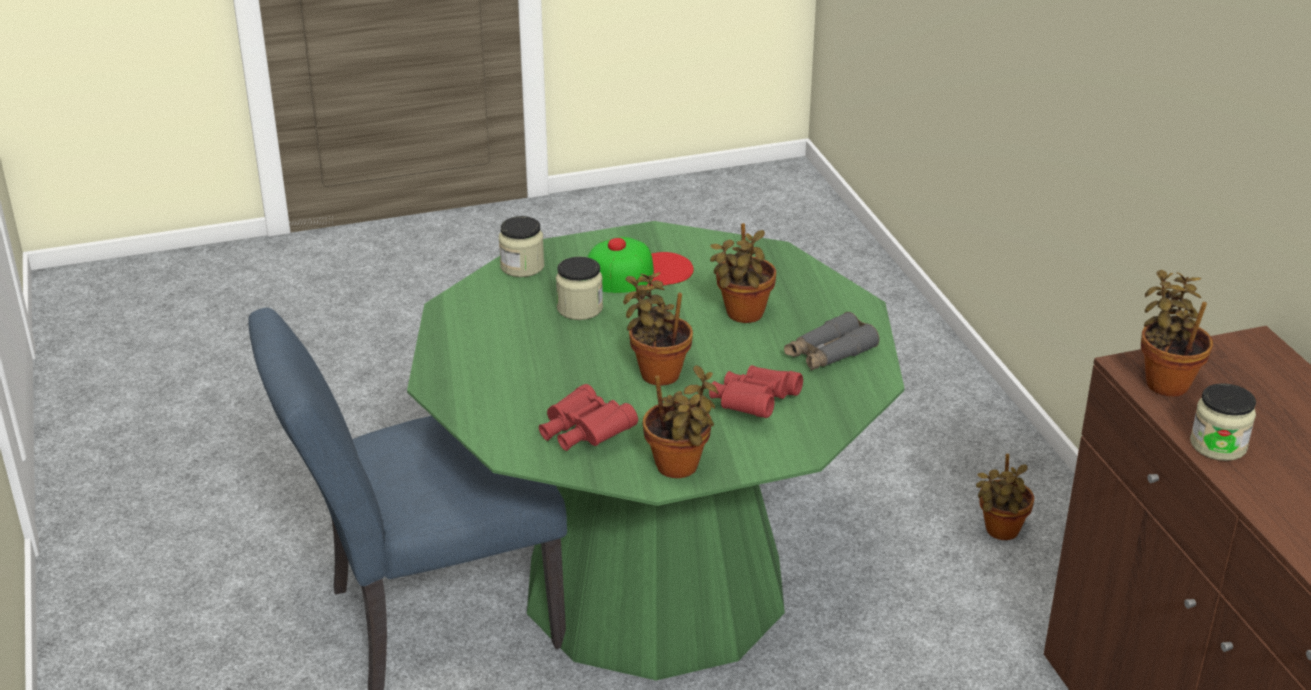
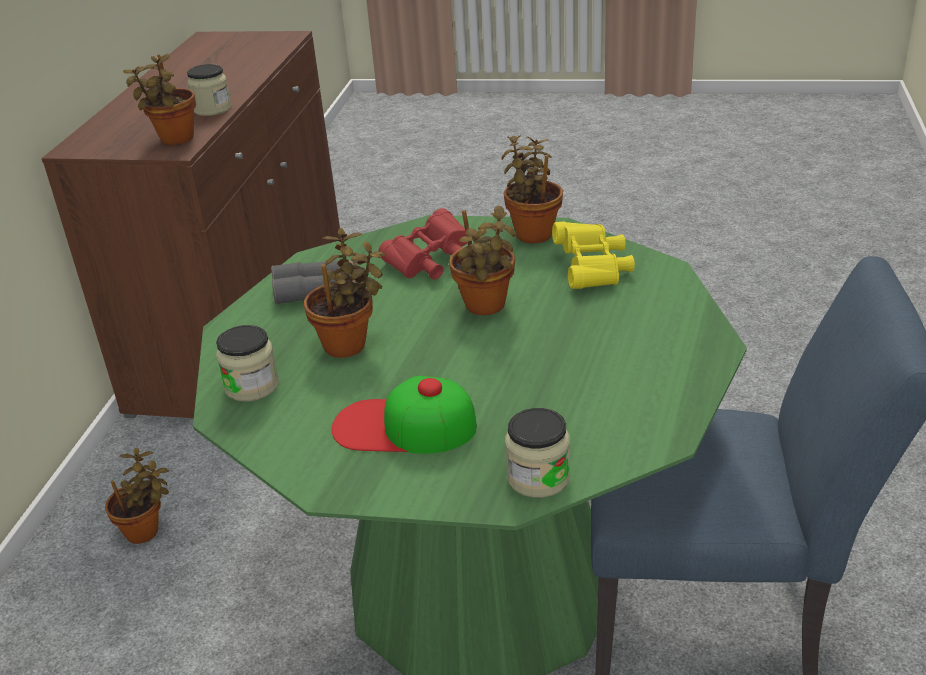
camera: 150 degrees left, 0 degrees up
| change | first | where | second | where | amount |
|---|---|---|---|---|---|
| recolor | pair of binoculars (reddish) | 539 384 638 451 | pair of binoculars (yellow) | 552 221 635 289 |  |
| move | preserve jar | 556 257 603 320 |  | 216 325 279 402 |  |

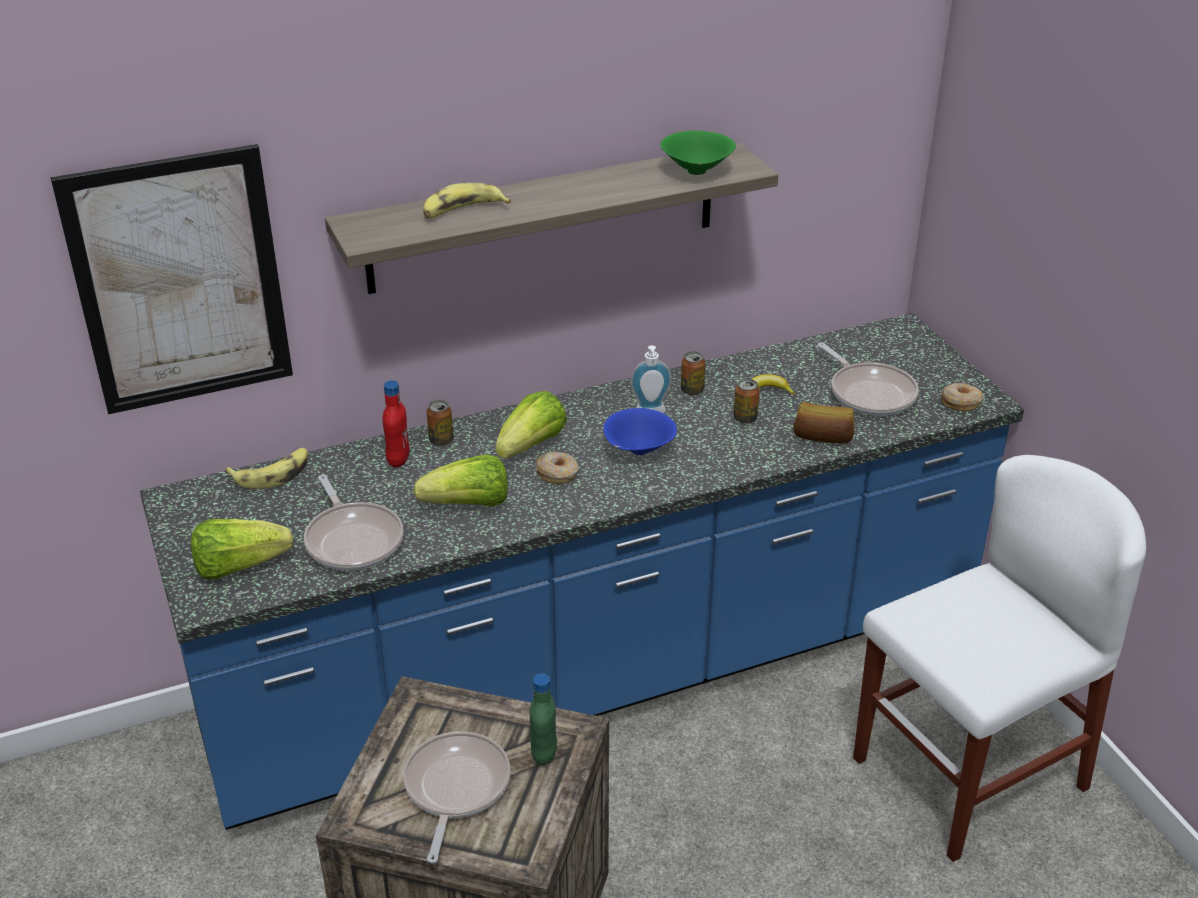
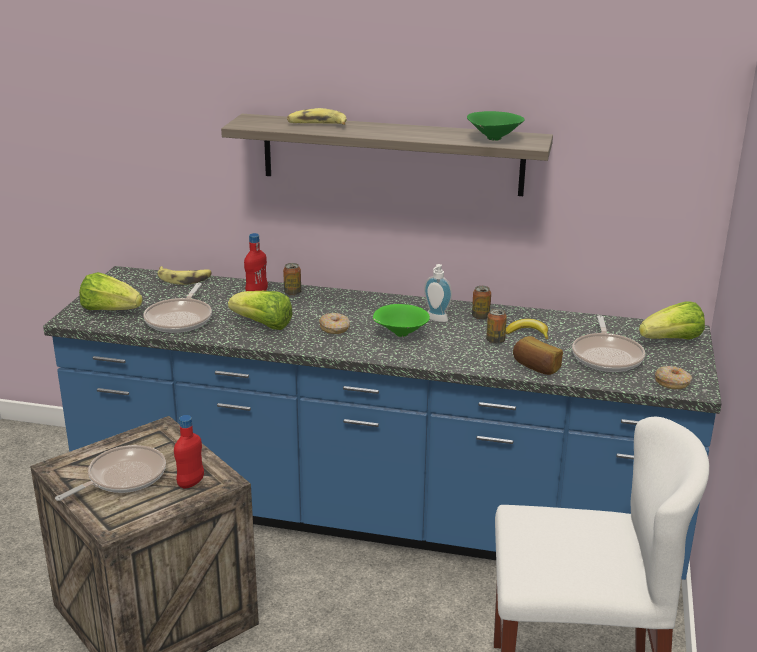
camera: 35 degrees right, 10 degrees down
| change | first | where | second | where | amount |
|---|---|---|---|---|---|
| delete | wall art | 50 144 293 414 |  |  |  |
| move | lettuce head | 495 391 567 459 |  | 639 302 705 340 |  |
| recolor | drink bottle (greenish) | 530 673 557 765 | drink bottle (reddish) | 174 415 204 489 |  |
| recolor | bowl (bluish) | 603 408 677 455 | bowl (greenish) | 373 304 430 337 |  |

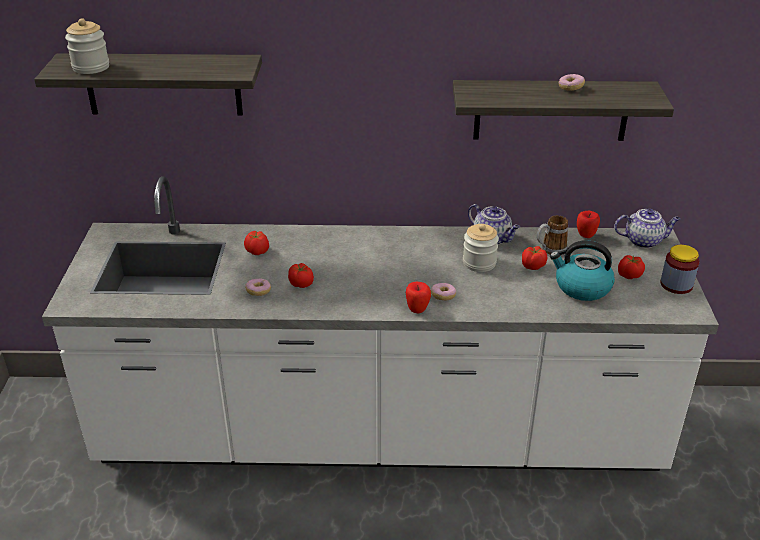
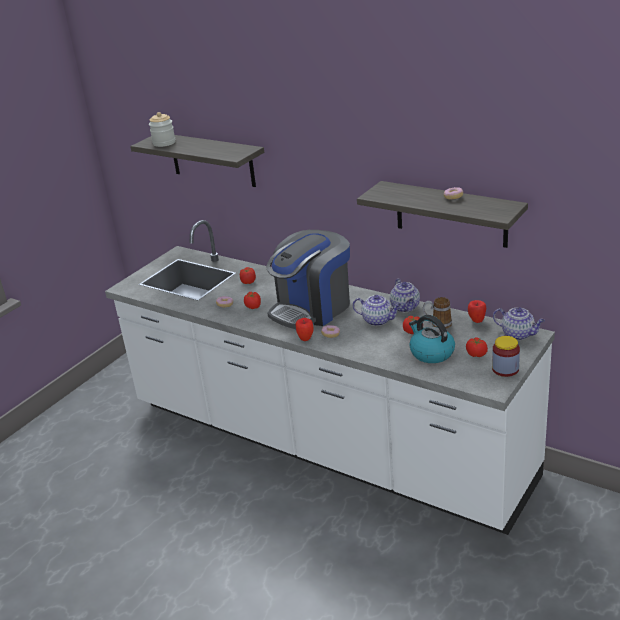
camera: 35 degrees right, 5 degrees down
| change | first | where | second | where | amount |
|---|---|---|---|---|---|
| replace | preserve jar | 463 224 499 272 | pot for tea | 353 295 401 326 |  |
| insert |  |  | coffee maker | 266 230 350 329 |  |

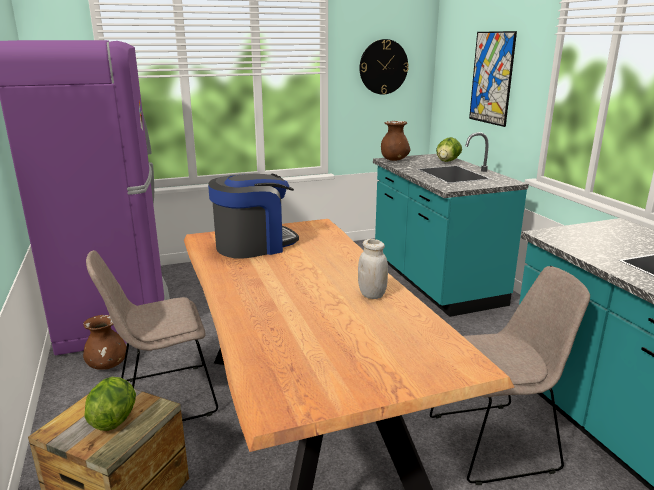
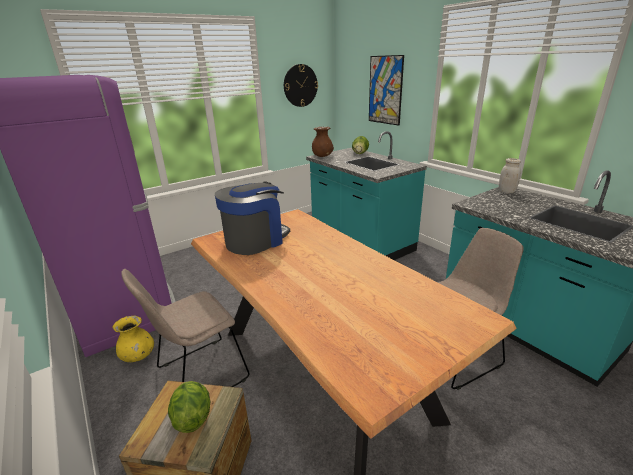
camera: 15 degrees left, 5 degrees up
| change | first | where | second | where | amount |
|---|---|---|---|---|---|
| recolor | decorative vase (brown-coloured) | 83 315 127 370 | decorative vase (yellow) | 113 316 154 362 |  |
| move | preserve jar (white-coloured) | 358 239 388 299 |  | 499 158 521 193 |  |

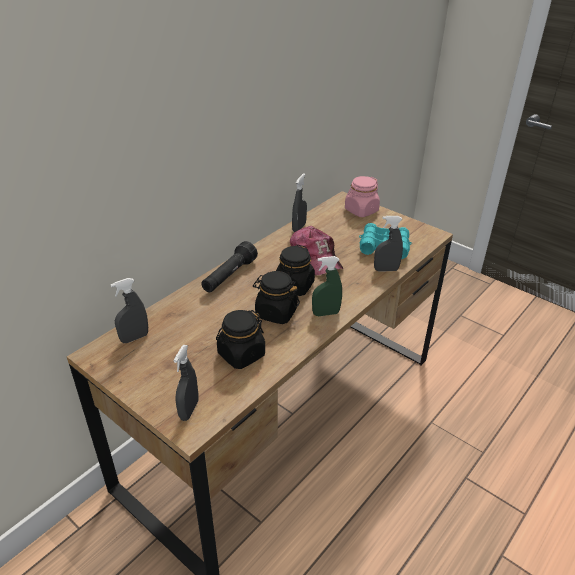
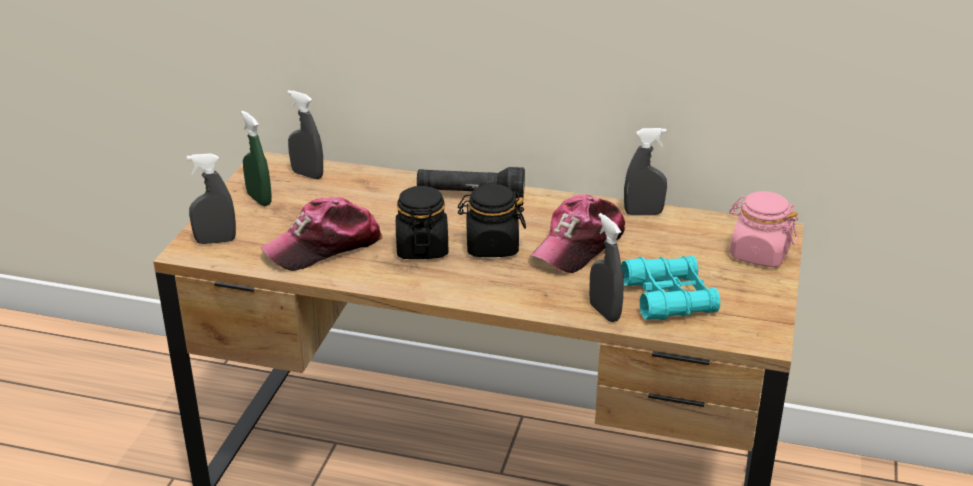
camera: 65 degrees right, 5 degrees down
| change | first | where | second | where | amount |
|---|---|---|---|---|---|
| replace | preserve jar (blackish) | 216 310 265 369 | cap | 261 197 382 271 |  |
| move | hand sprayer (greenish) | 312 256 342 316 |  | 241 111 272 206 |  |

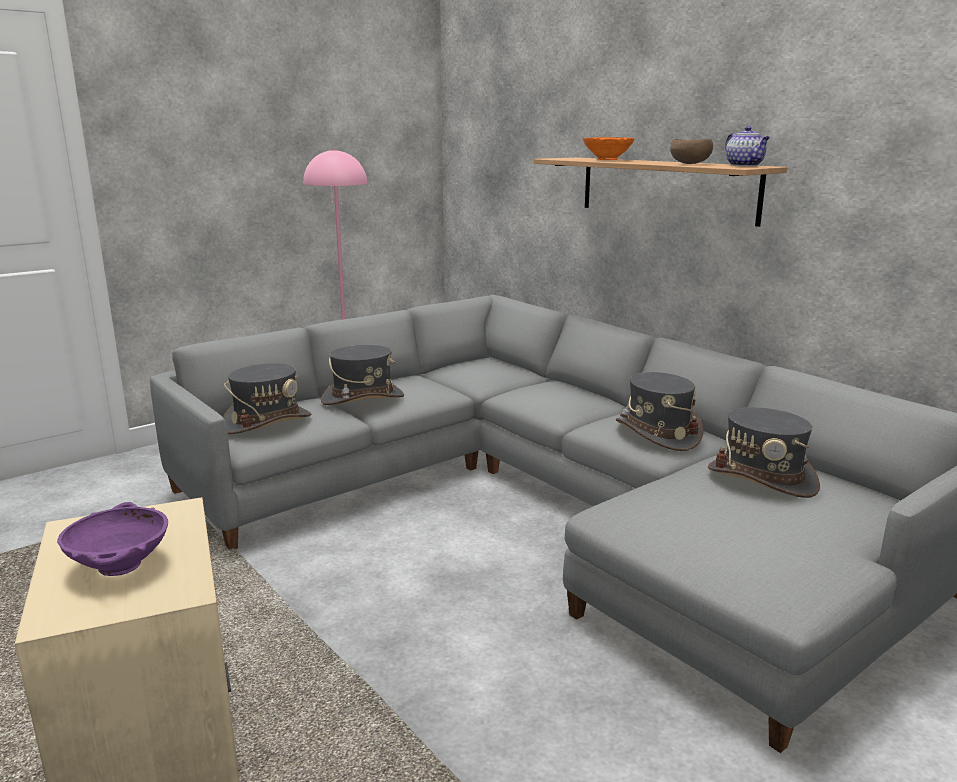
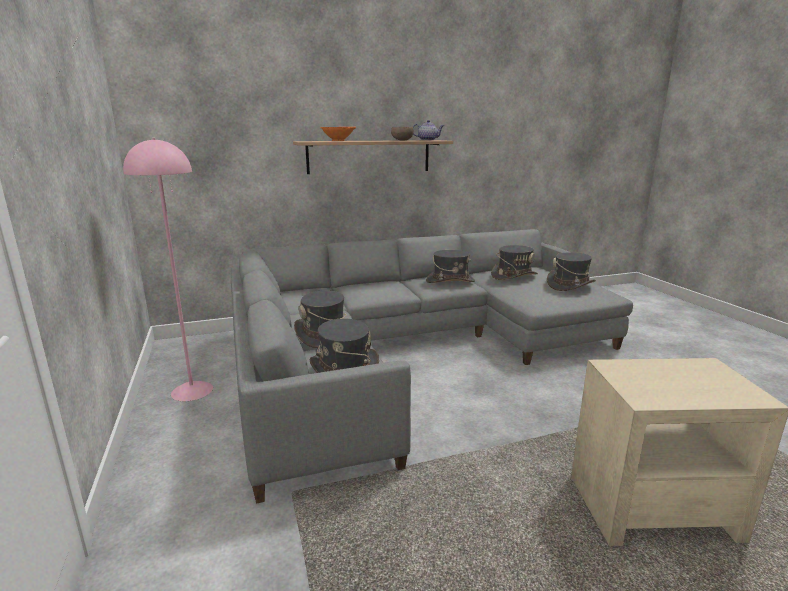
camera: 70 degrees left, 0 degrees up
| change | first | where | second | where | amount |
|---|---|---|---|---|---|
| delete | bowl (purplish) | 57 502 168 576 |  |  |  |
| insert |  |  | hat (gray) | 547 252 596 291 |  |

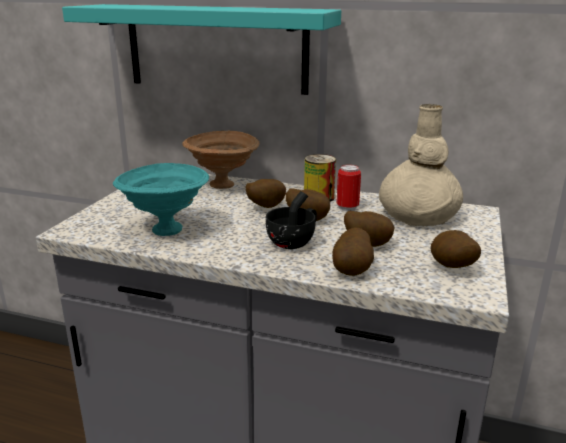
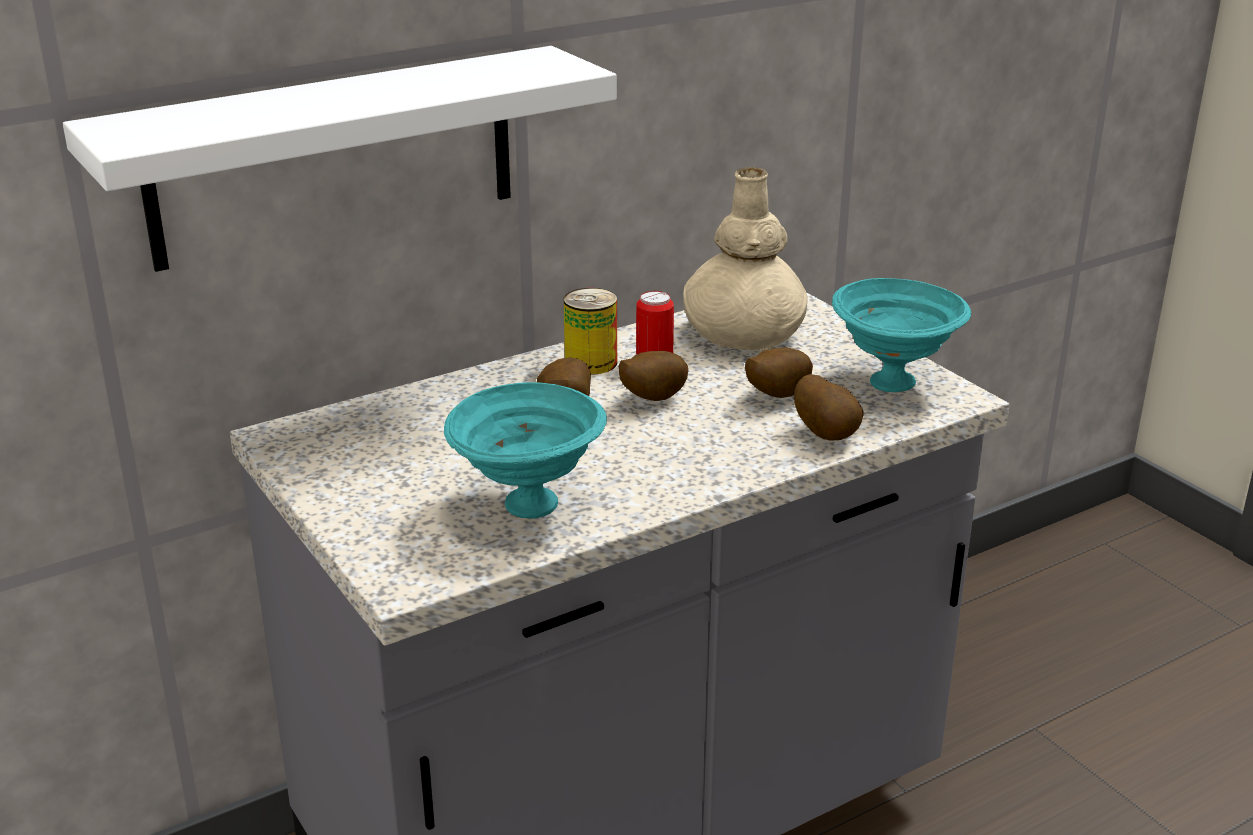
camera: 50 degrees left, 5 degrees up
| change | first | where | second | where | amount |
|---|---|---|---|---|---|
| recolor | bracket shelf (blue-green) | 62 4 341 95 | bracket shelf (white-coloured) | 63 46 617 272 |  |
| delete | bowl (brown-coloured) | 182 131 259 189 |  |  |  |
| delete | small cup (blackish) | 266 191 317 249 |  |  |  |
| replace | potato | 431 230 481 268 | bowl (blue-green) | 832 278 971 392 |  |

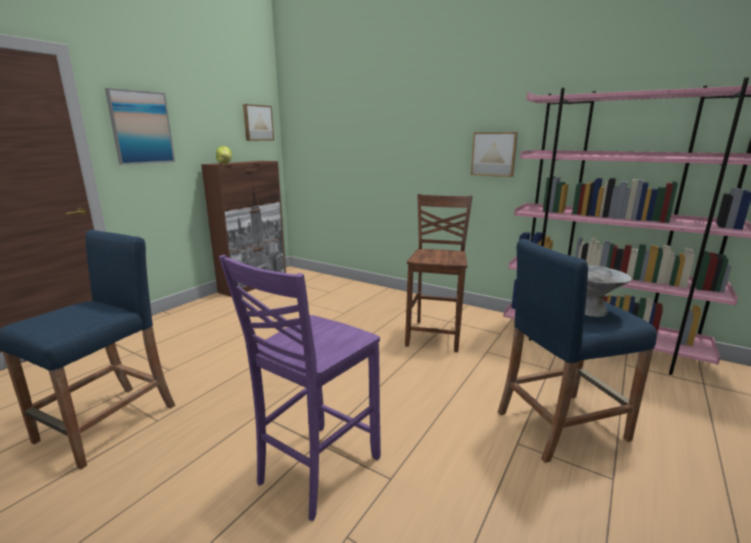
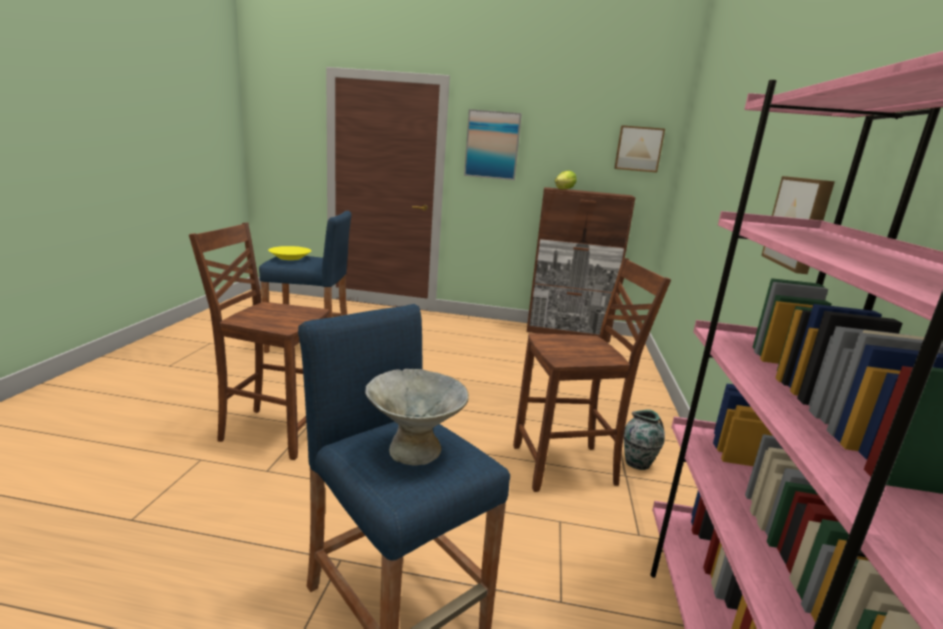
camera: 65 degrees right, 0 degrees up
| change | first | where | second | where | amount |
|---|---|---|---|---|---|
| recolor | upright chair (purplish) | 219 255 381 521 | upright chair (brown-coloured) | 189 223 329 460 |  |
| insert |  |  | bowl (yellow) | 268 246 311 260 |  |
| insert |  |  | decorative vase | 624 409 665 470 |  |

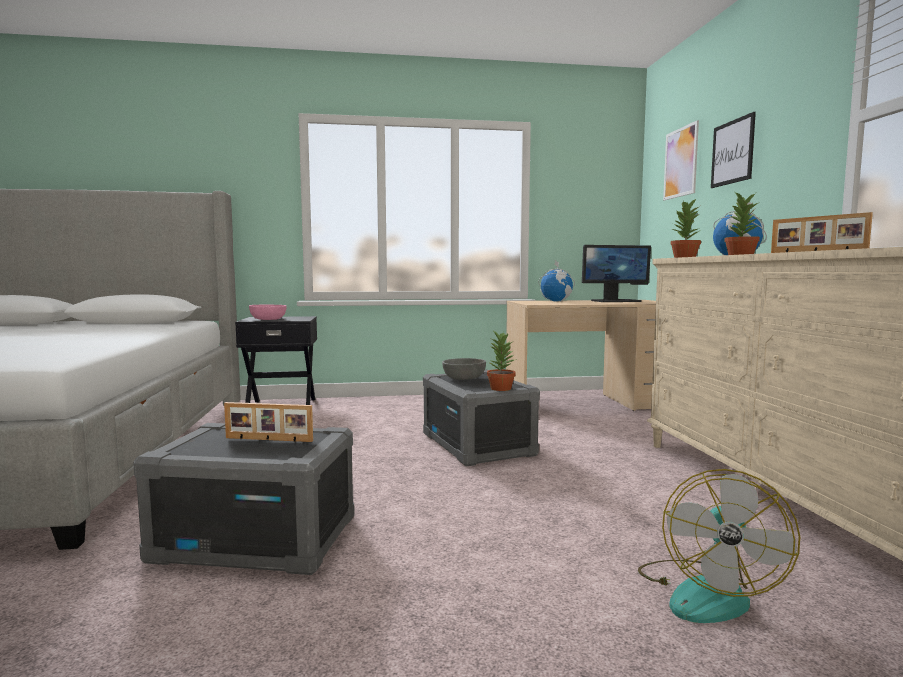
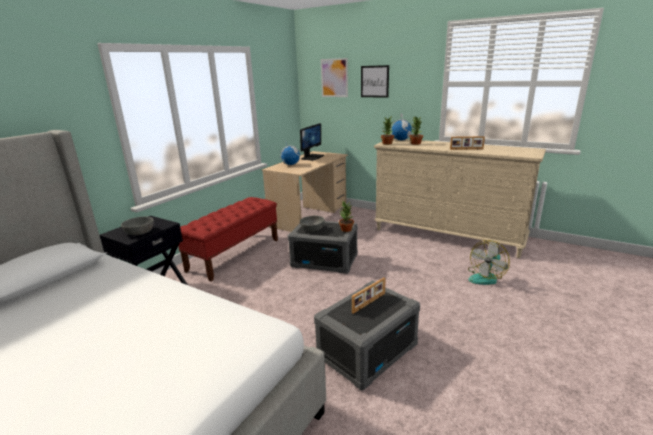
camera: 50 degrees left, 15 degrees up
| change | first | where | second | where | amount |
|---|---|---|---|---|---|
| recolor | bowl (pink-coloured) | 249 305 286 320 | bowl (gray) | 121 216 154 235 |  |
| rotate | fan | 638 469 800 623 |  | 468 240 510 285 | 75 degrees clockwise |
| insert |  |  | indoor bench (reddish) | 178 197 278 281 |  |

